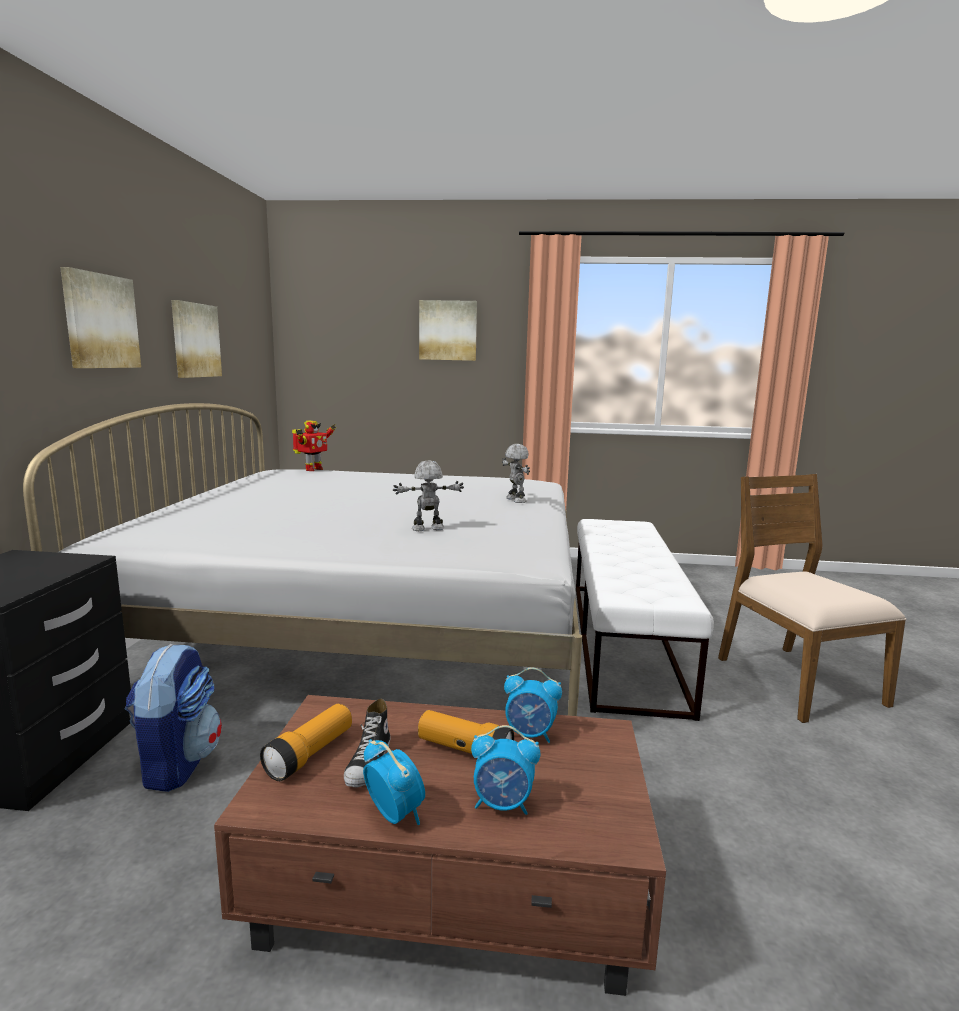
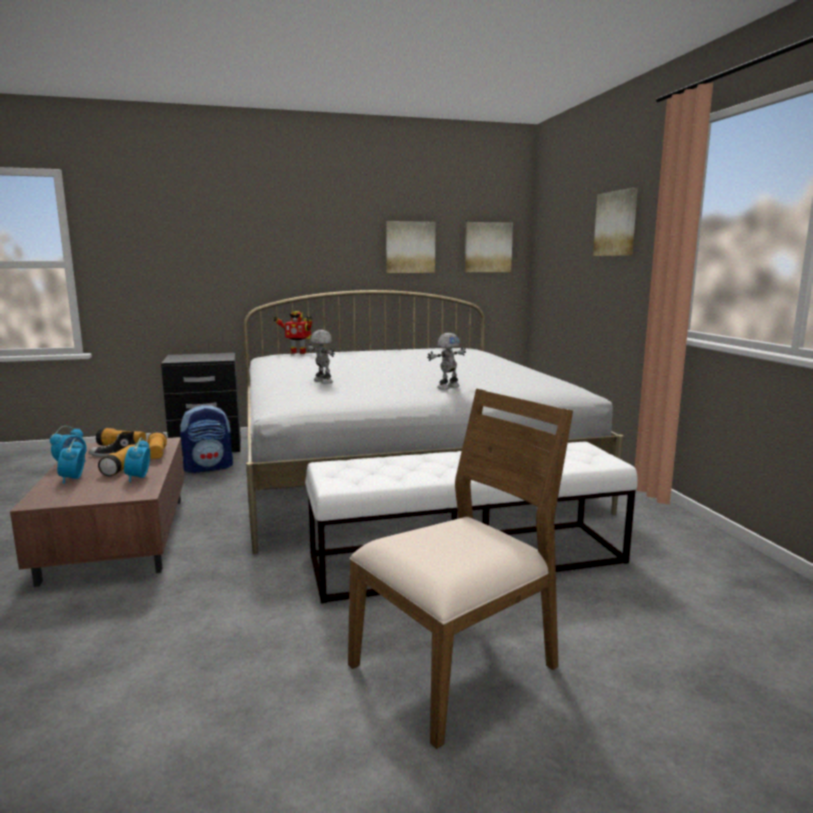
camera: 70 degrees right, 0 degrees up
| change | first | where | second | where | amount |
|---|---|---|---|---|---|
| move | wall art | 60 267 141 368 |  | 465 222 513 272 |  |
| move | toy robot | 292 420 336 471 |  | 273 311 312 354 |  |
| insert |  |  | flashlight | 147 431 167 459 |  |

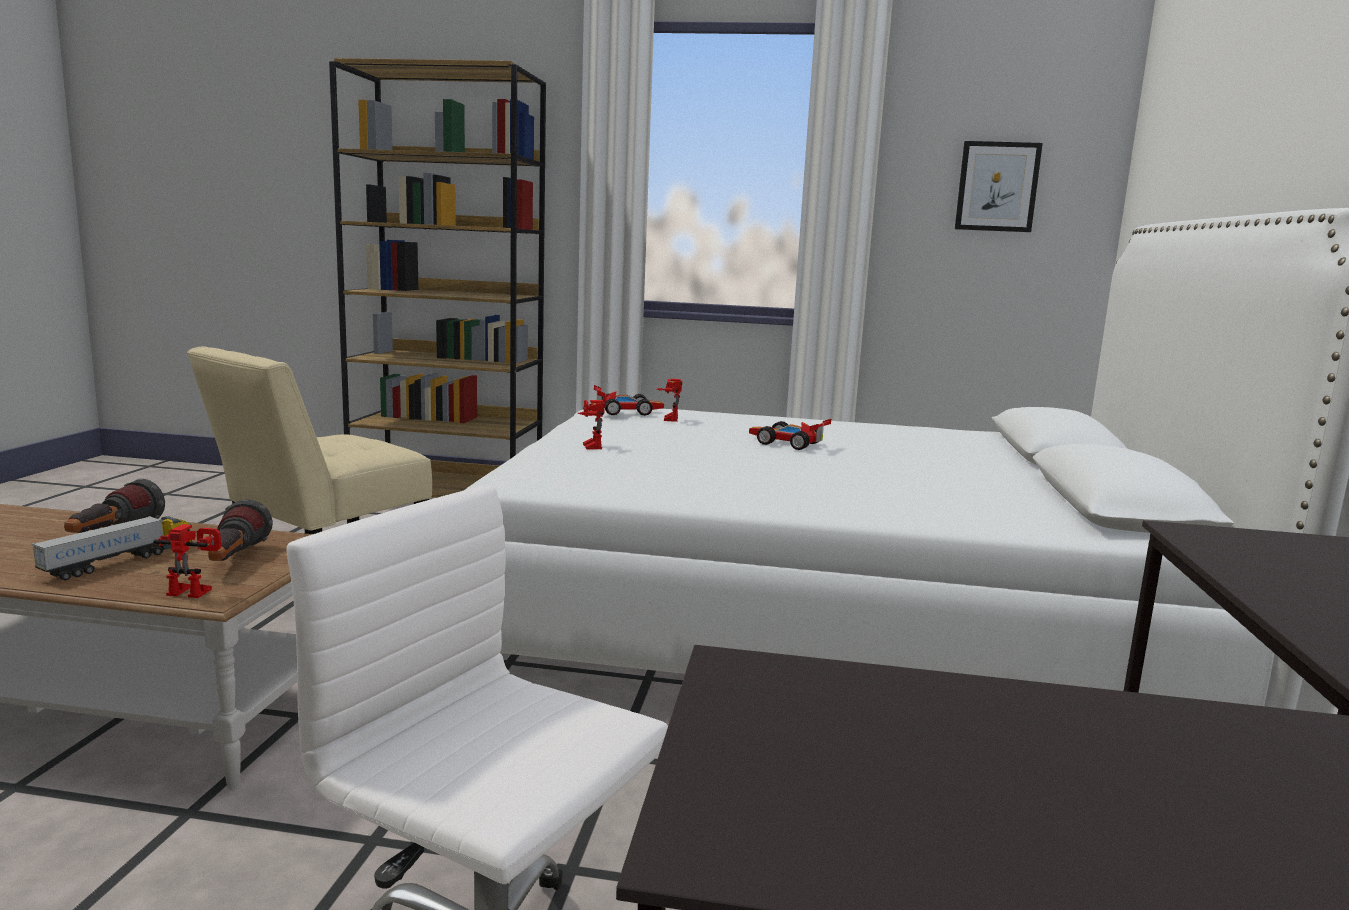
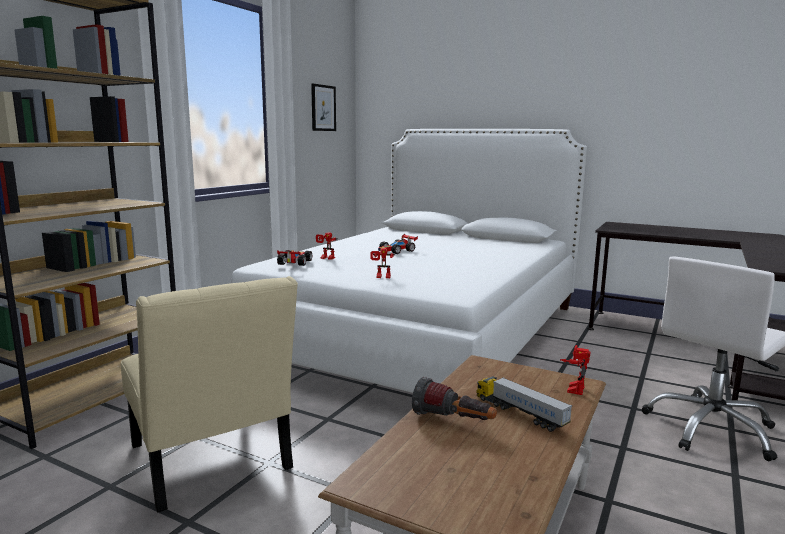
camera: 70 degrees left, 0 degrees up
| change | first | where | second | where | amount |
|---|---|---|---|---|---|
| delete | flashlight | 208 499 273 561 |  |  |  |

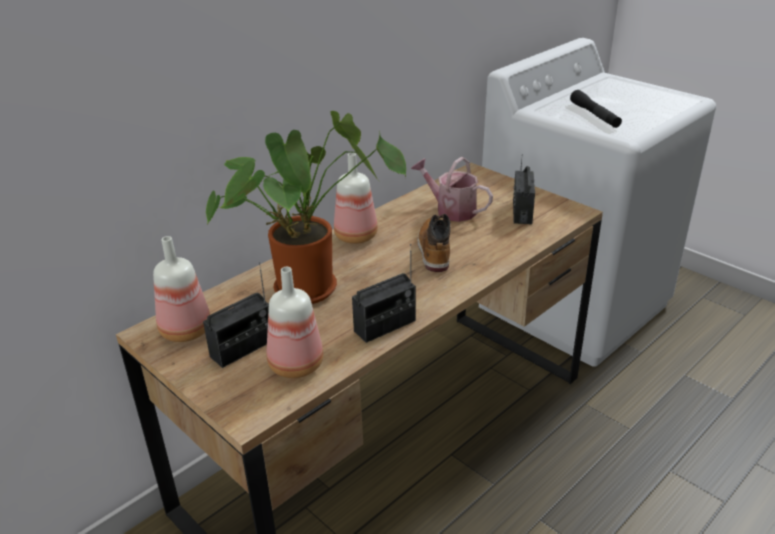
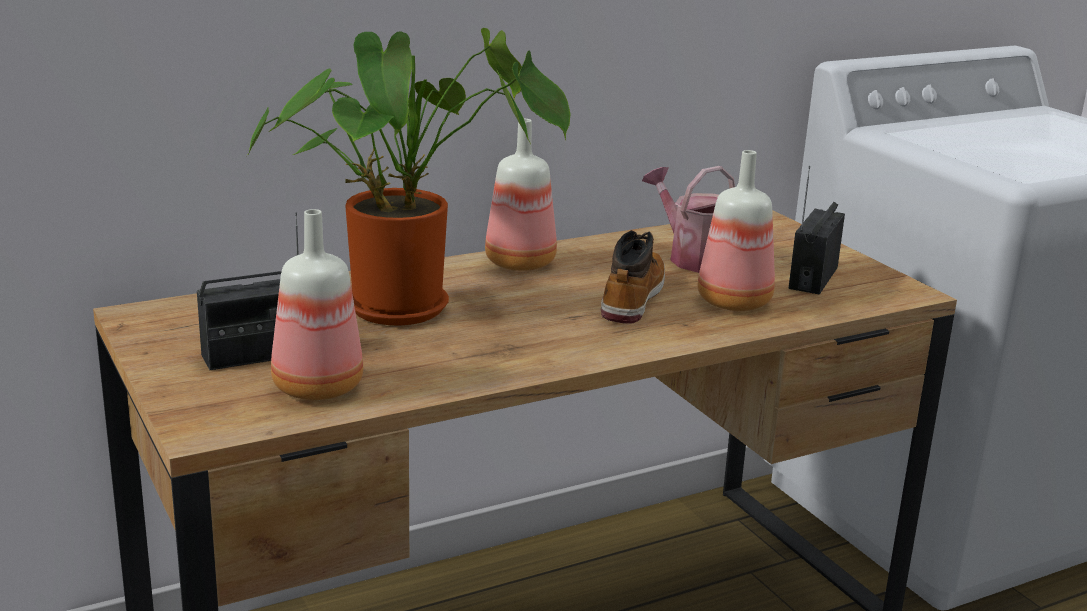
camera: 15 degrees right, 10 degrees down
| change | first | where | second | where | amount |
|---|---|---|---|---|---|
| move | drink bottle | 153 236 210 342 |  | 698 150 775 311 |  |
| delete | radio | 352 244 416 343 |  |  |  |
| delete | flashlight (blackish) | 570 90 622 128 |  |  |  |

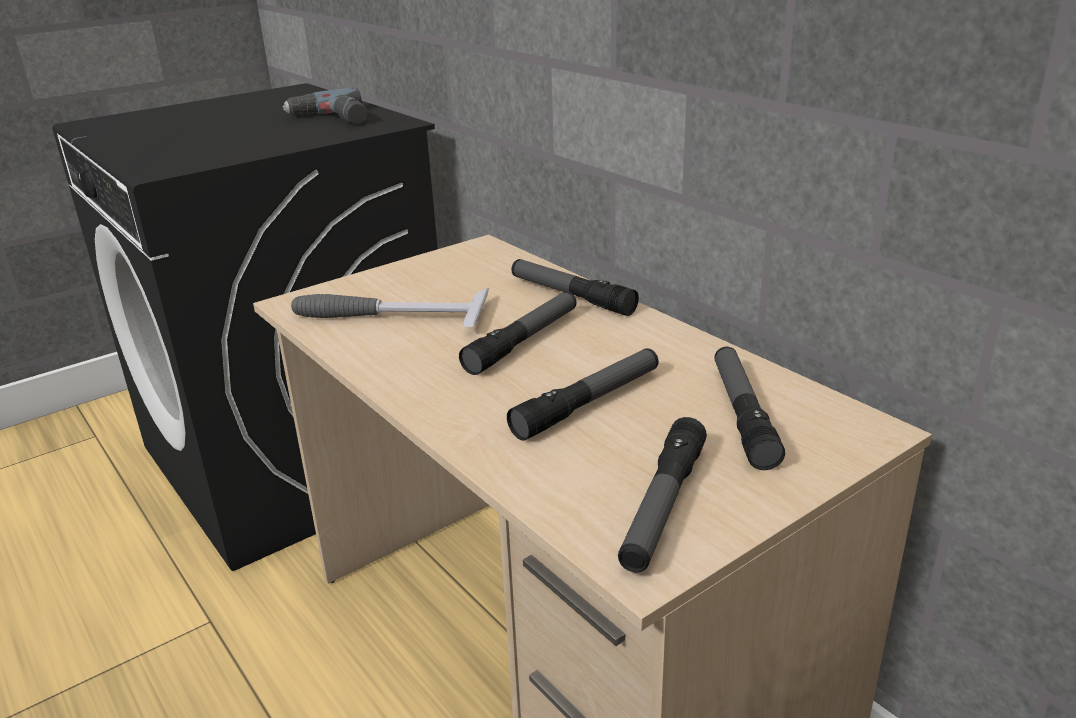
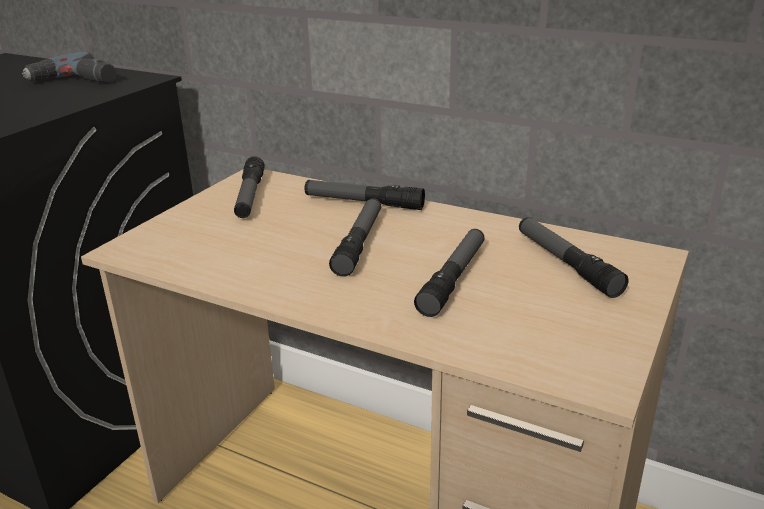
camera: 25 degrees left, 0 degrees up
| change | first | where | second | where | amount |
|---|---|---|---|---|---|
| delete | hammer | 291 288 489 327 |  |  |  |
| move | flashlight | 618 417 707 573 |  | 234 156 265 218 |  |

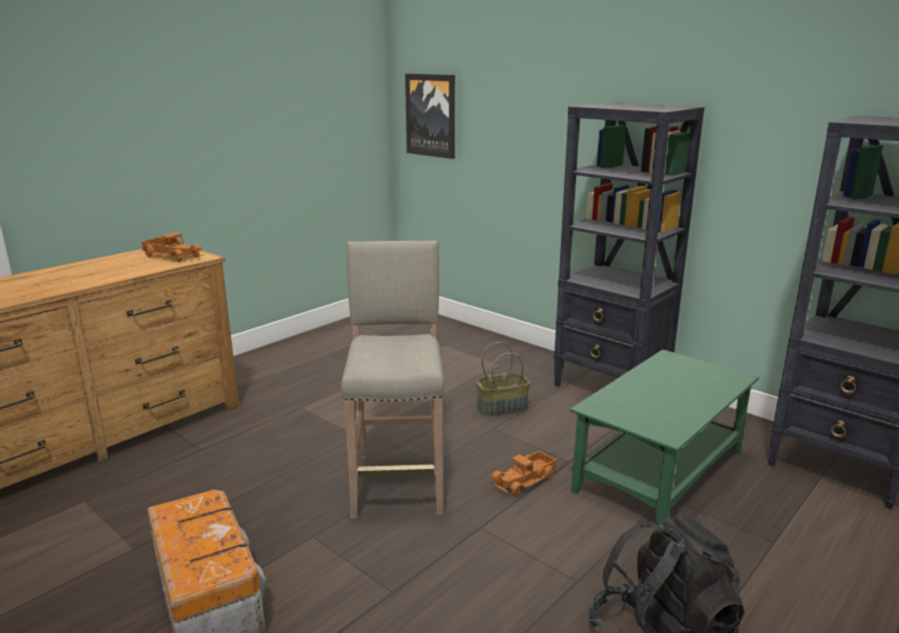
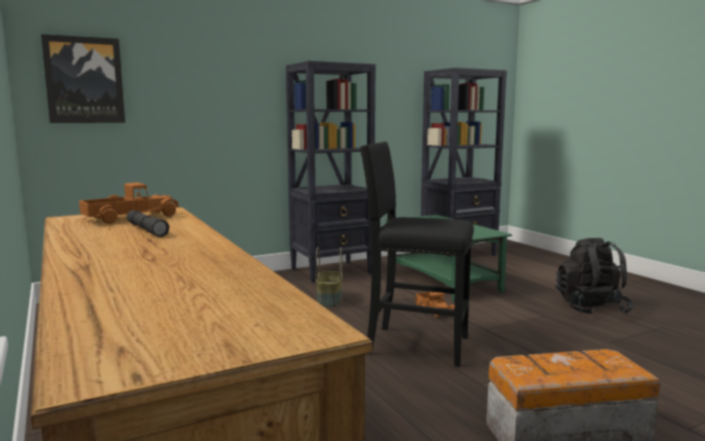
camera: 70 degrees left, 10 degrees down
| change | first | where | second | where | amount |
|---|---|---|---|---|---|
| recolor | stool (sand-coloured) | 341 240 444 518 | stool (blackish) | 360 142 474 367 |  |
| insert |  |  | flashlight (gray) | 126 210 169 237 |  |

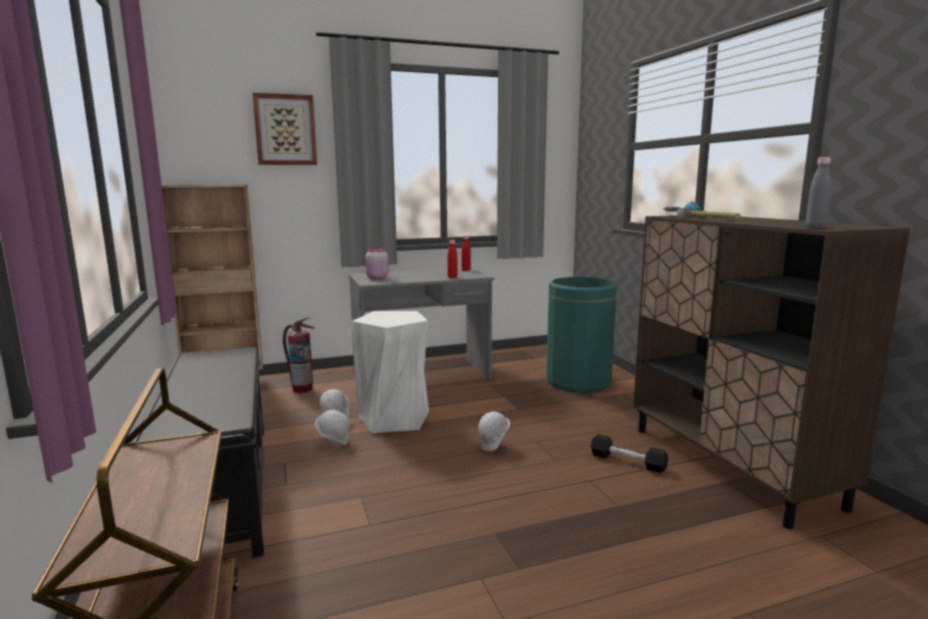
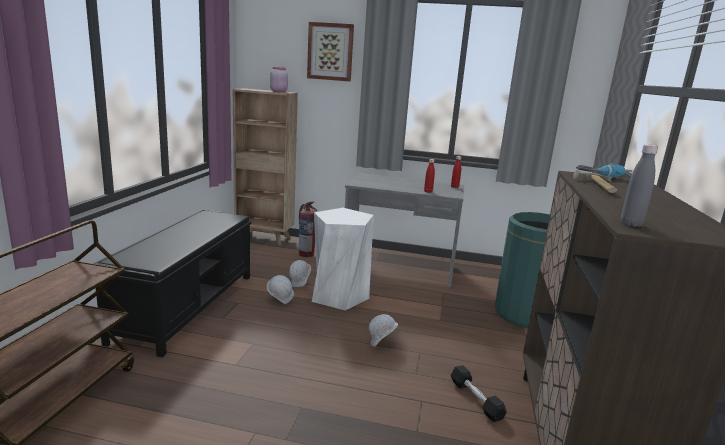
camera: 30 degrees right, 5 degrees up
| change | first | where | second | where | amount |
|---|---|---|---|---|---|
| move | preserve jar (pink-coloured) | 365 247 389 279 |  | 270 67 288 92 |  |

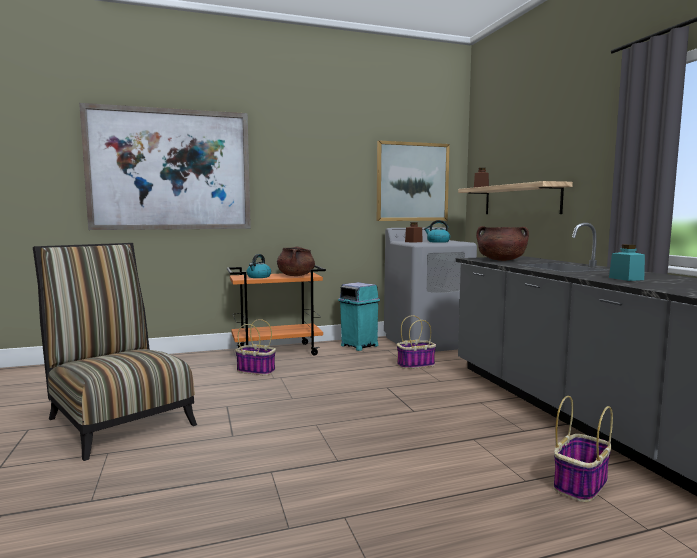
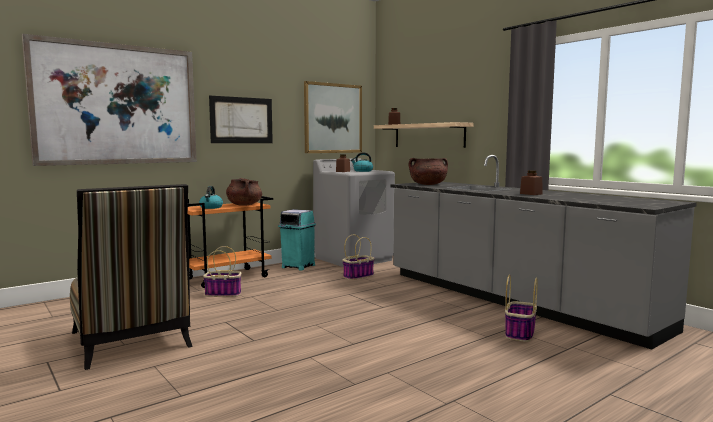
camera: 20 degrees left, 0 degrees up
| change | first | where | second | where | amount |
|---|---|---|---|---|---|
| rotate | upright chair | 33 243 197 461 |  | 70 184 193 370 | 150 degrees counterclockwise |
| recolor | preserve jar (blue-green) | 609 244 645 281 | preserve jar (brown-coloured) | 520 170 542 195 |  |
| insert |  |  | wall art | 209 96 273 143 |  |

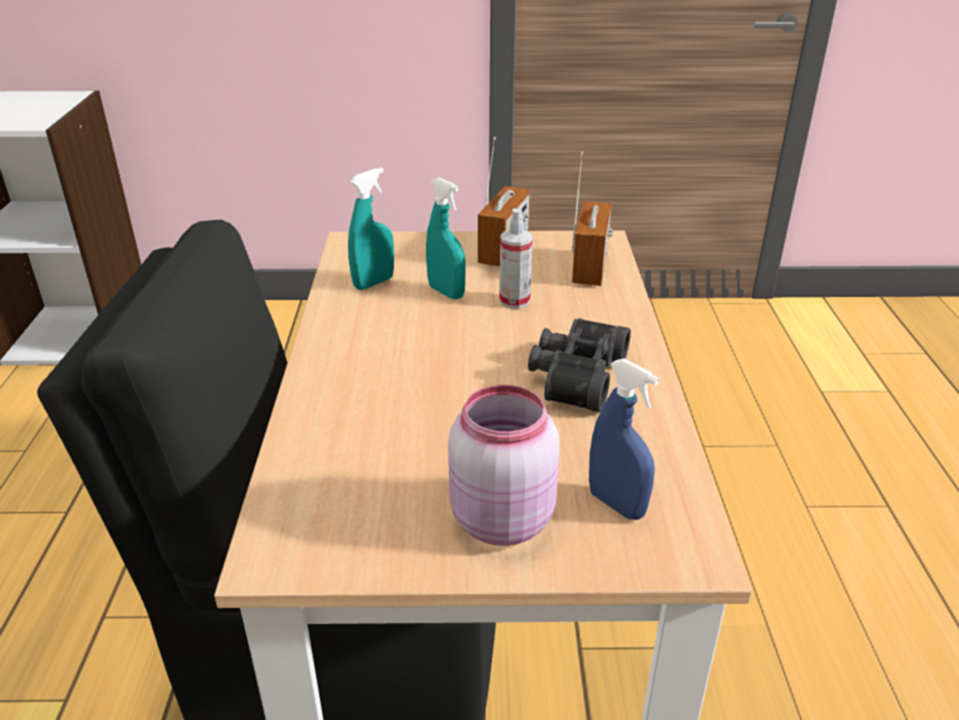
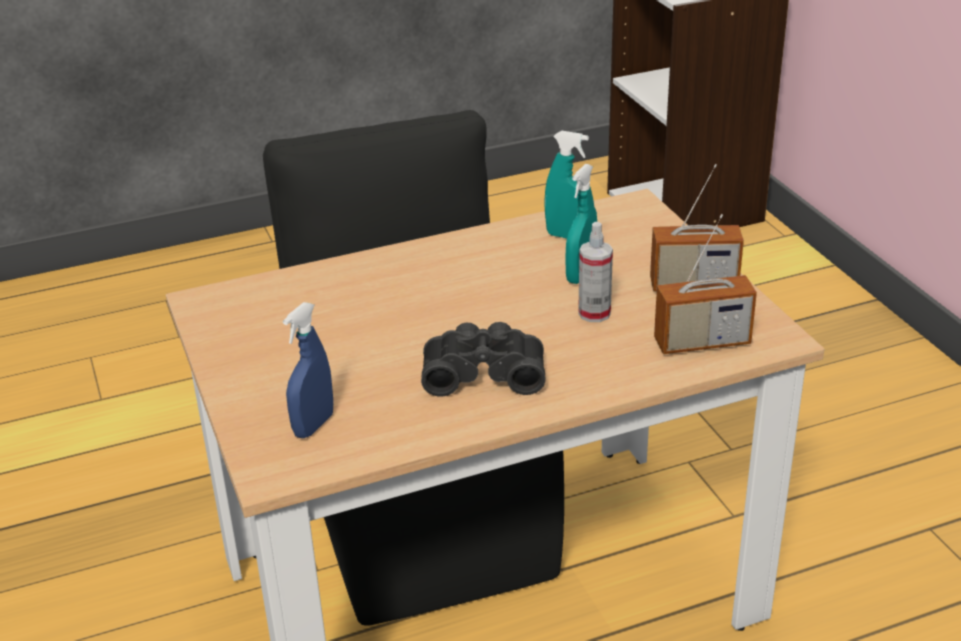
camera: 70 degrees right, 0 degrees up
| change | first | where | second | where | amount |
|---|---|---|---|---|---|
| delete | preserve jar (pink-coloured) | 448 385 560 546 |  |  |  |

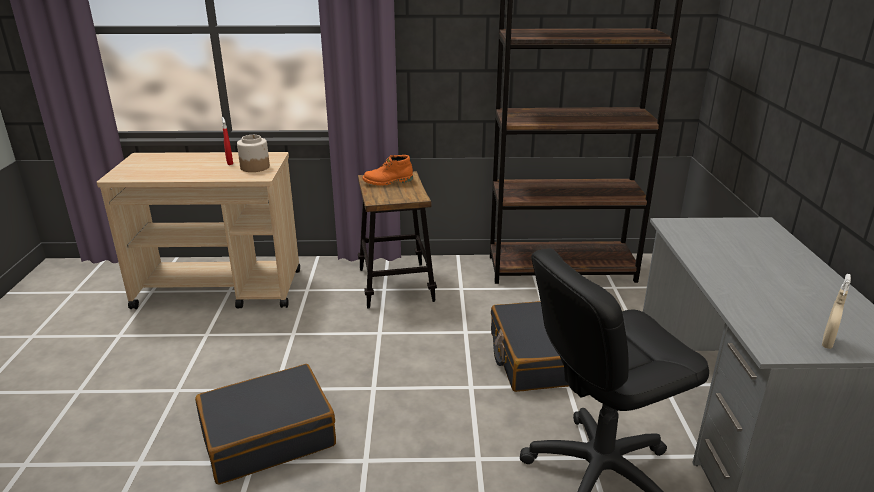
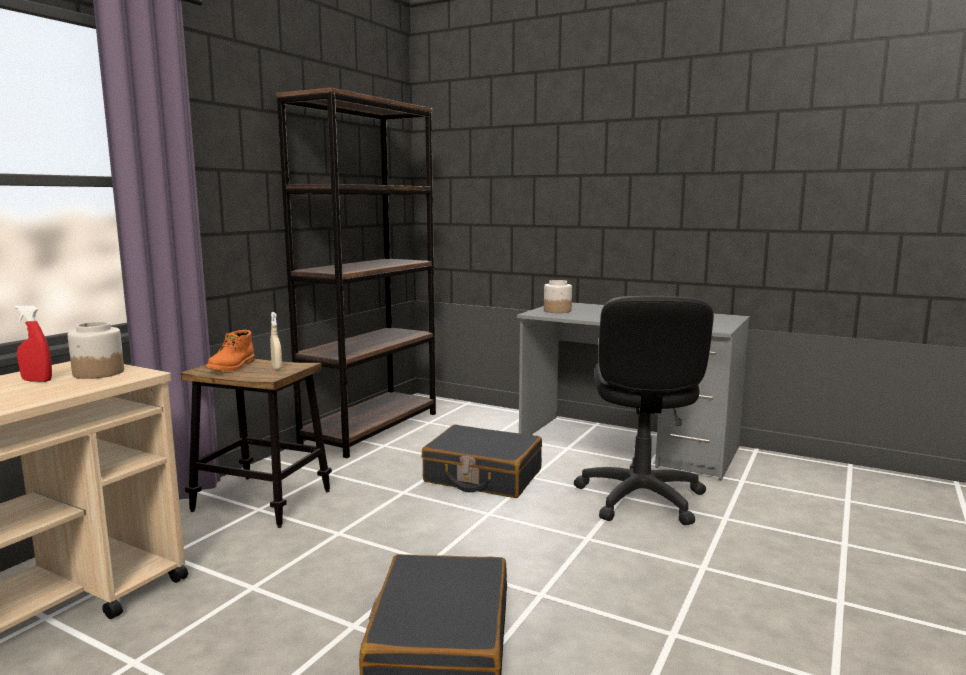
camera: 60 degrees left, 15 degrees down
| change | first | where | second | where | amount |
|---|---|---|---|---|---|
| move | hand sprayer (sand-coloured) | 822 274 851 349 |  | 270 312 282 369 |  |
| insert |  |  | preserve jar | 544 280 572 313 |  |

